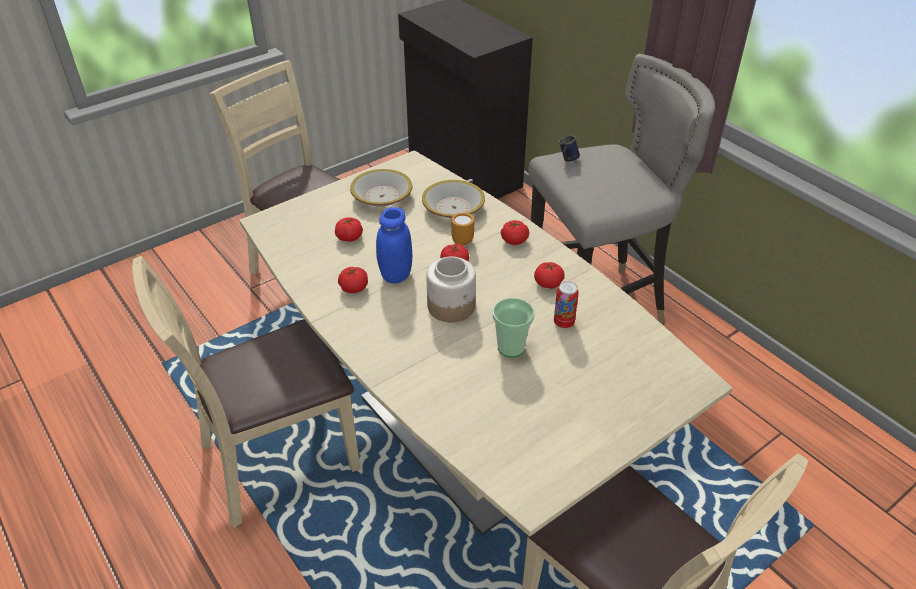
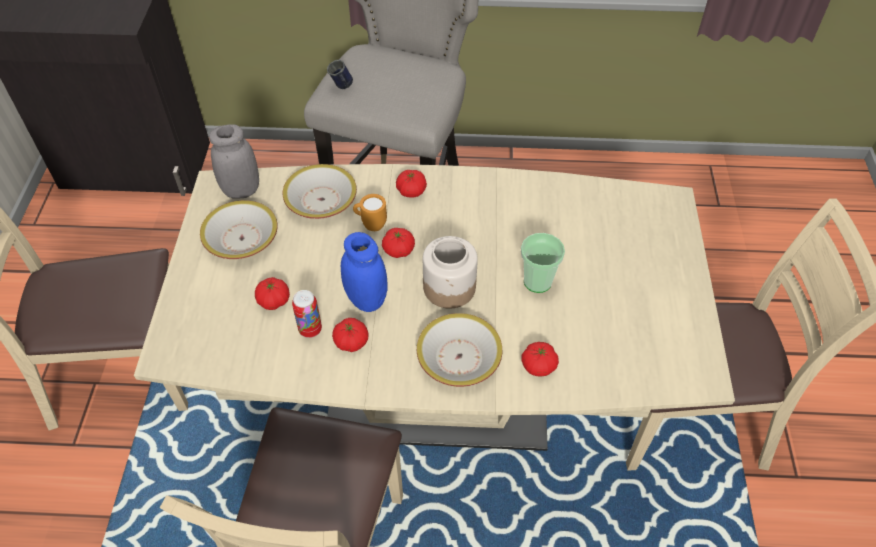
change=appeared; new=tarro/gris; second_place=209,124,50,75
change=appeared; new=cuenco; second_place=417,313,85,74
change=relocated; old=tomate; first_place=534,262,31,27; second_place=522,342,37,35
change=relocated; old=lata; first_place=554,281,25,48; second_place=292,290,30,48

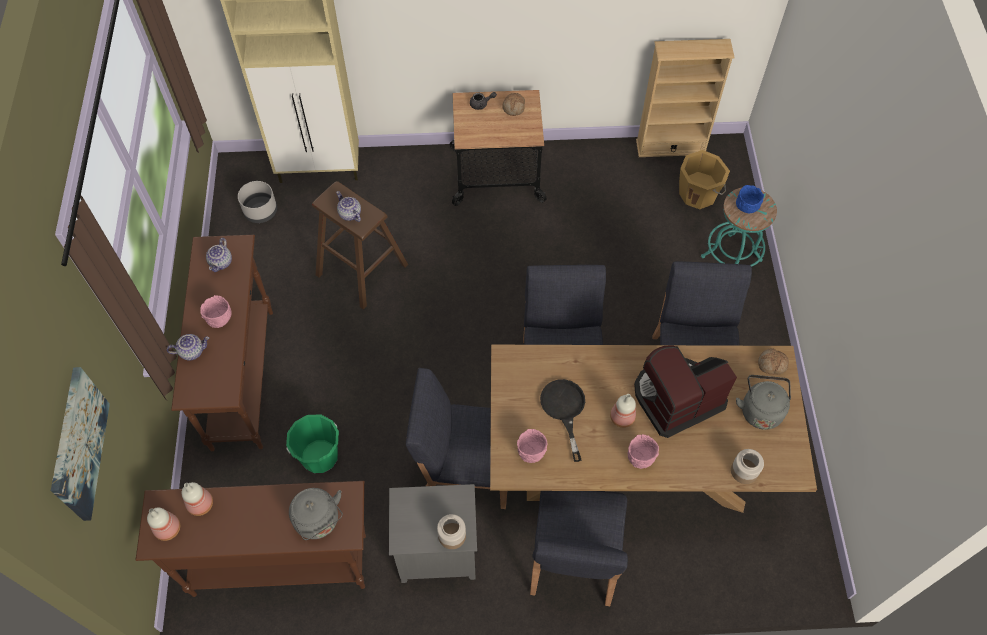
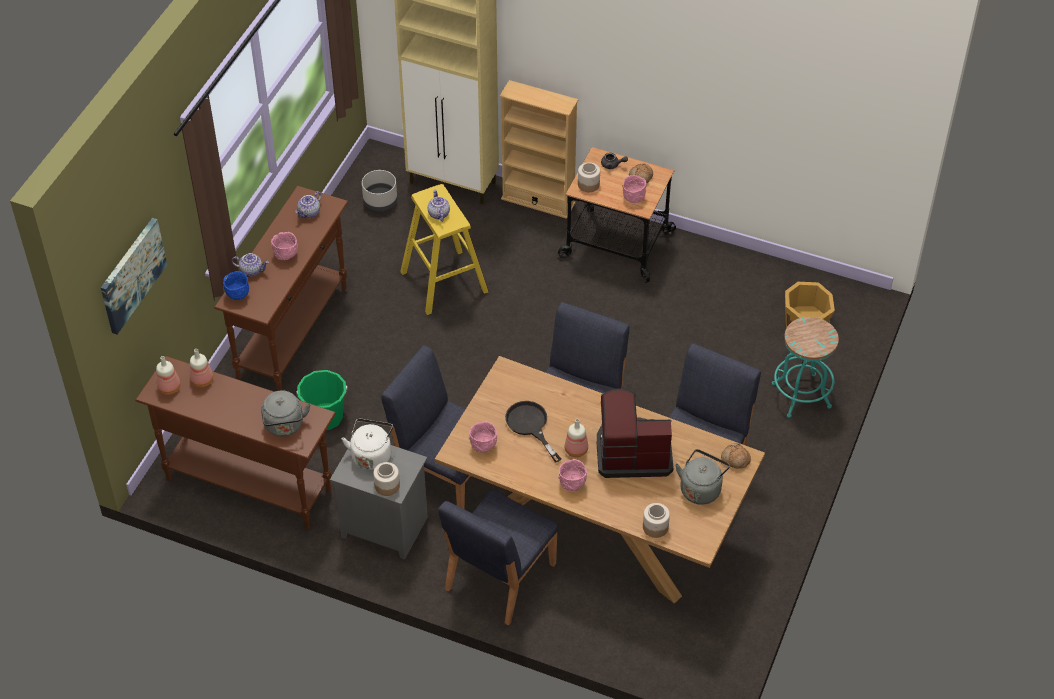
change=appeared; new=hervidor/blanco; second_place=342,419,51,51
change=appeared; new=tarro; second_place=578,162,22,30
change=appeared; new=cuenco/rosa; second_place=623,175,24,28
change=relocated; old=estantería/beis; first_place=636,39,99,118; second_place=500,80,78,139
change=relocated; old=cuenco/azul; first_place=736,185,28,28; second_place=223,271,26,29
change=colour; old=taburete/marrón; new=taburete/amarillo; first_place=312,181,96,129; second_place=400,184,88,131
change=spun; old=sartén/negro; first_place=540,379,45,83; second_place=505,401,56,62; degrees=-45

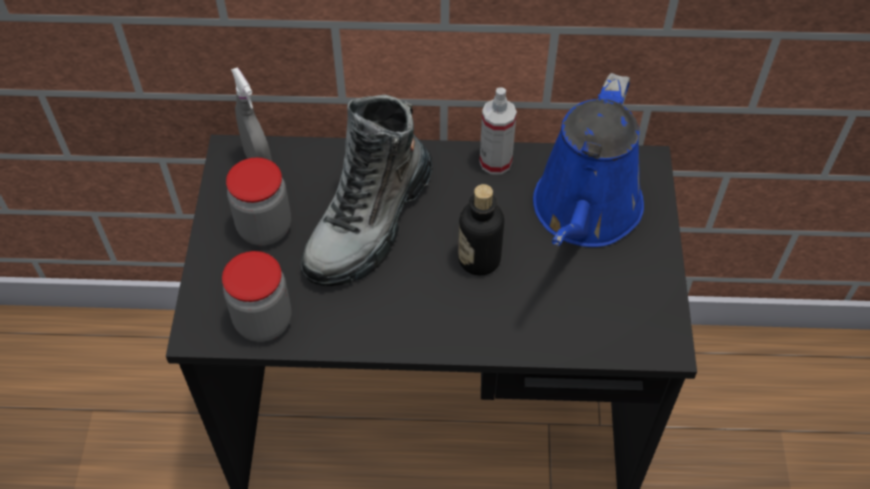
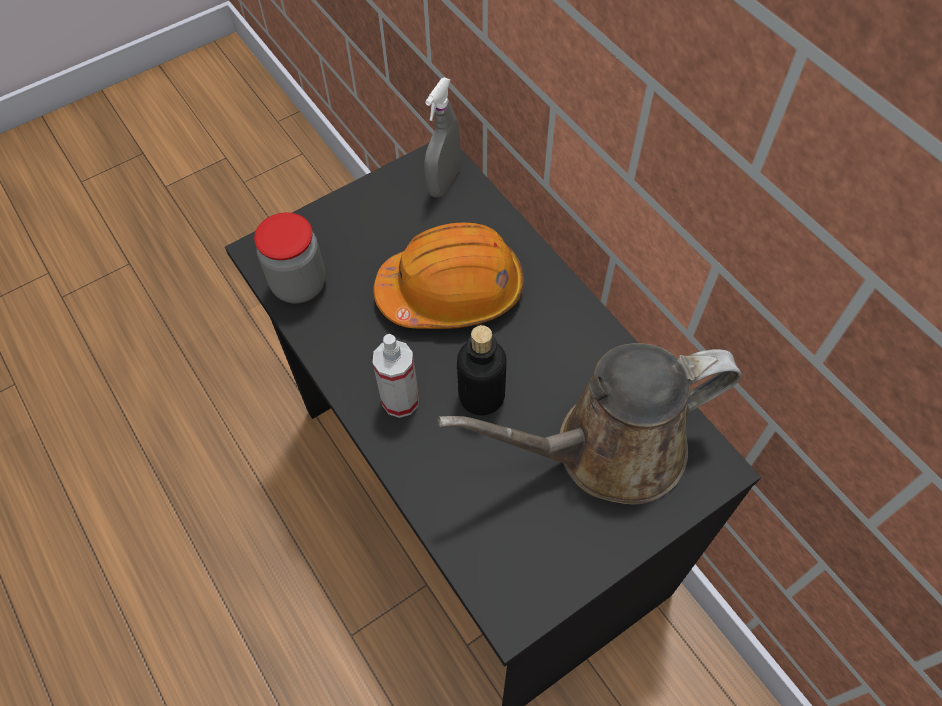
change=missing; old=tarro; first_place=226,157,65,89
change=relocated; old=pulverizador; first_place=479,87,38,88; second_place=373,334,46,84
change=exchanged; old=bota; new=casco/naranja; first_place=300,94,133,192; second_place=373,222,151,107
change=colour; old=regadera/azul; new=regadera/marrón; first_place=533,73,111,174; second_place=438,343,304,161

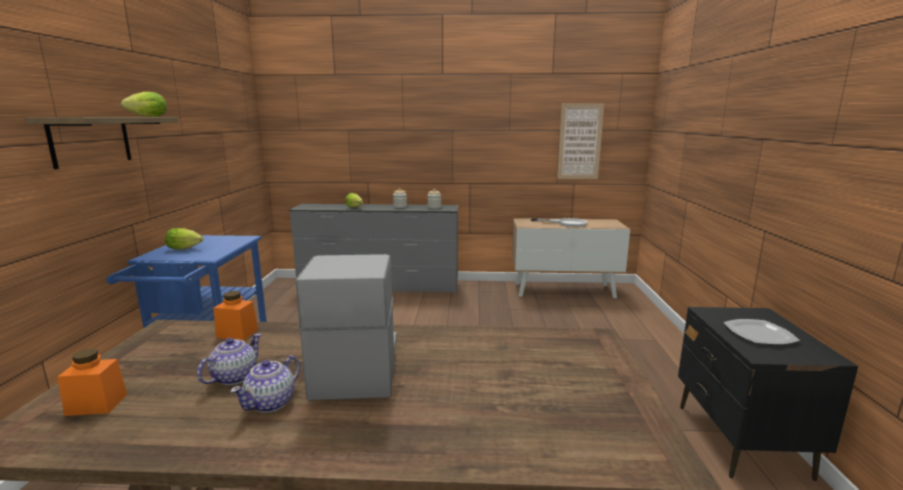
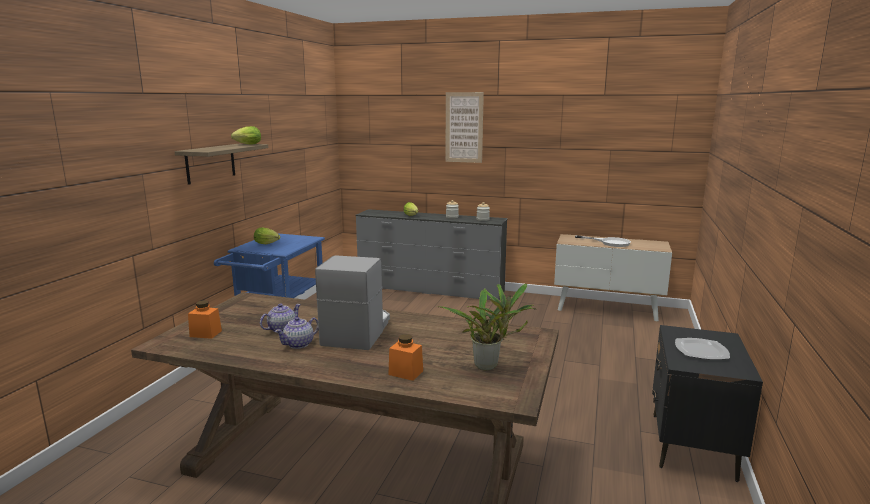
change=appeared; new=planta en maceta; second_place=437,284,99,86
change=relocated; old=tarro/naranja; first_place=213,291,45,49; second_place=389,334,34,47
change=relocated; old=cuadro; first_place=557,104,47,75; second_place=445,92,39,71

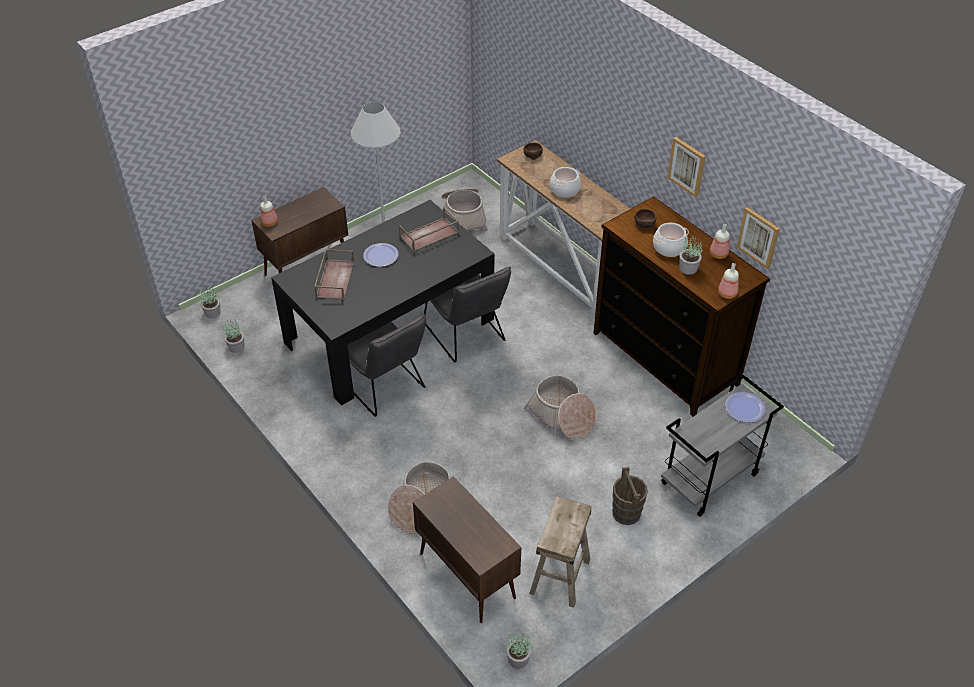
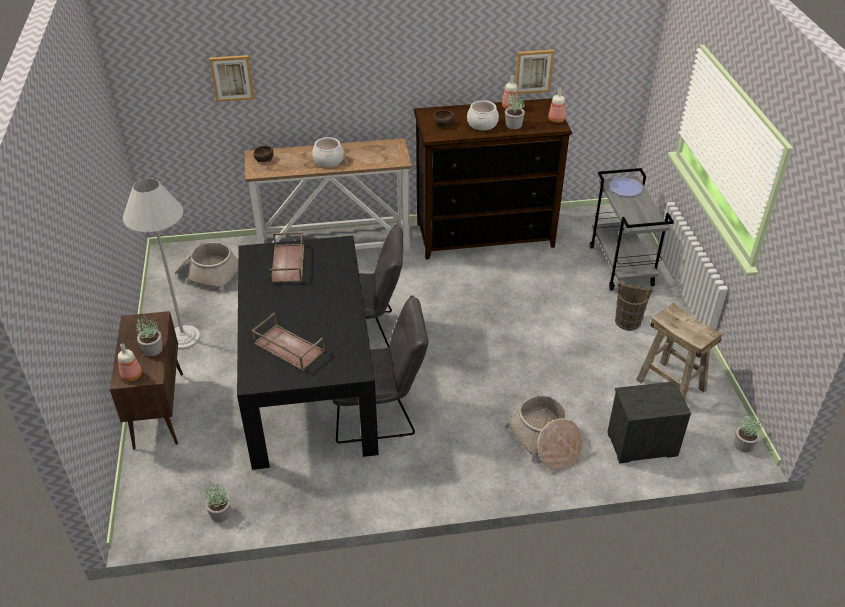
change=missing; old=plato; first_place=363,243,36,24
change=missing; old=cesta; first_place=524,375,72,65
change=relocated; old=planta en maceta; first_place=199,286,22,33; second_place=136,313,27,43
change=relocated; old=cuadro; first_place=667,137,39,60; second_place=209,55,45,47
change=exchanged; old=armario/marrón; new=mesita de noche; first_place=413,476,108,147; second_place=607,381,84,82

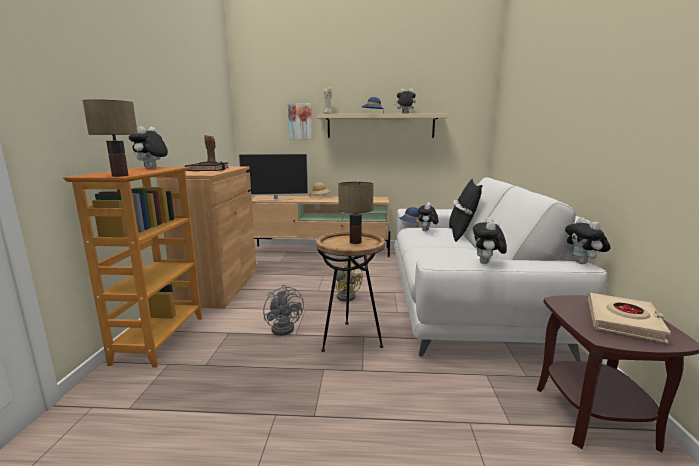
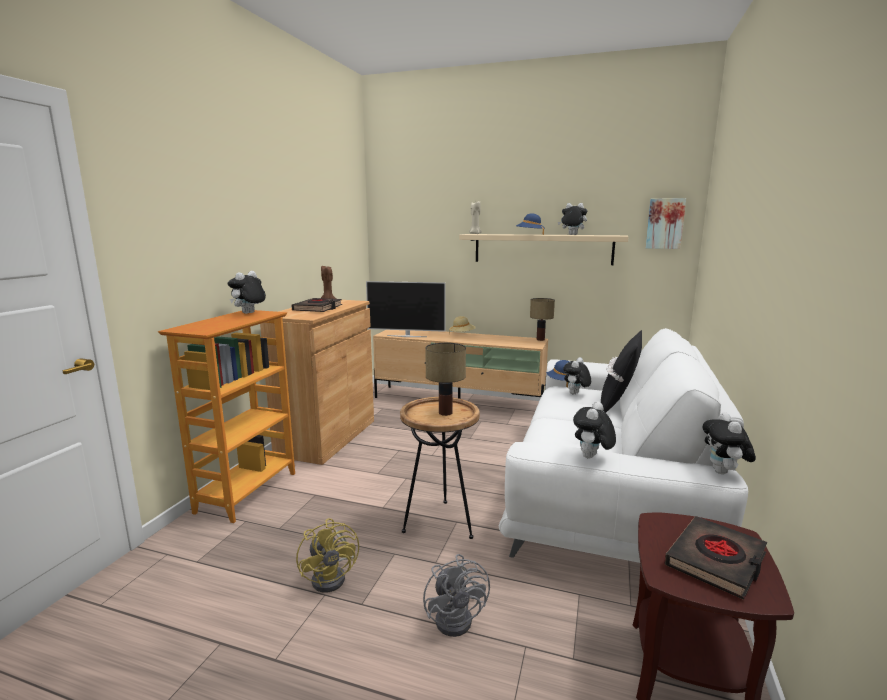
change=relocated; old=lámpara de mesa; first_place=82,99,56,78; second_place=530,298,25,43
change=relocated; old=ventilador/gris; first_place=263,285,41,51; second_place=423,554,67,83
change=relocated; old=cuadro; first_place=288,103,24,36; second_place=646,198,40,51
change=relocated; old=ventilador/amarillo; first_place=335,261,28,41; second_place=296,518,63,75
change=colour; old=libro/beis; new=libro/negro; first_place=588,293,83,50; second_place=664,516,103,84

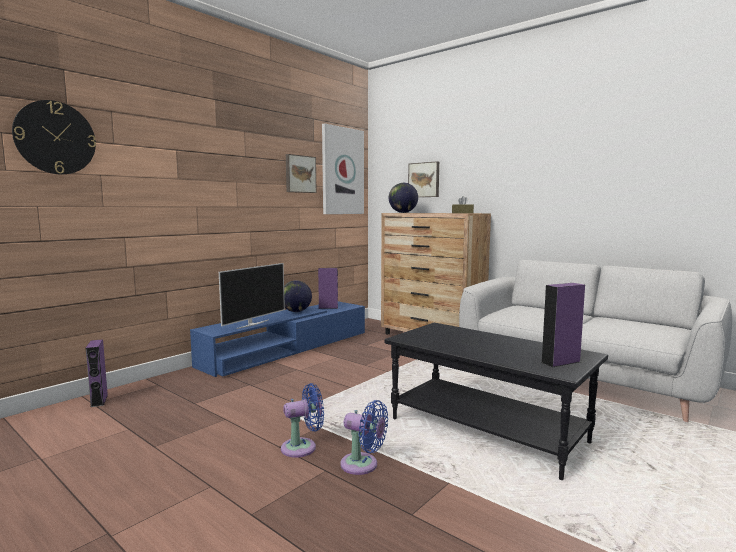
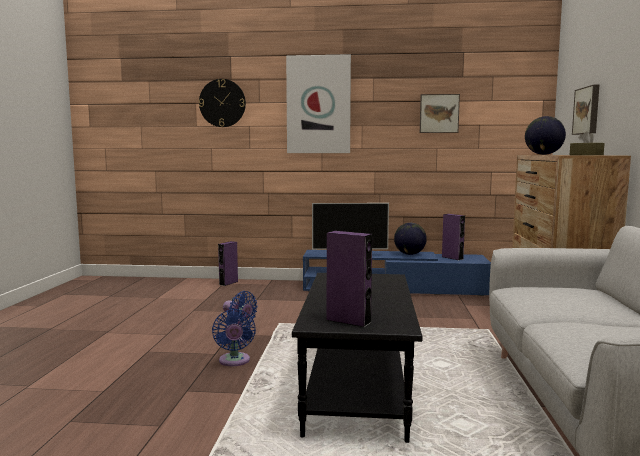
change=relocated; old=cuadro; first_place=322,123,42,91; second_place=286,54,65,99

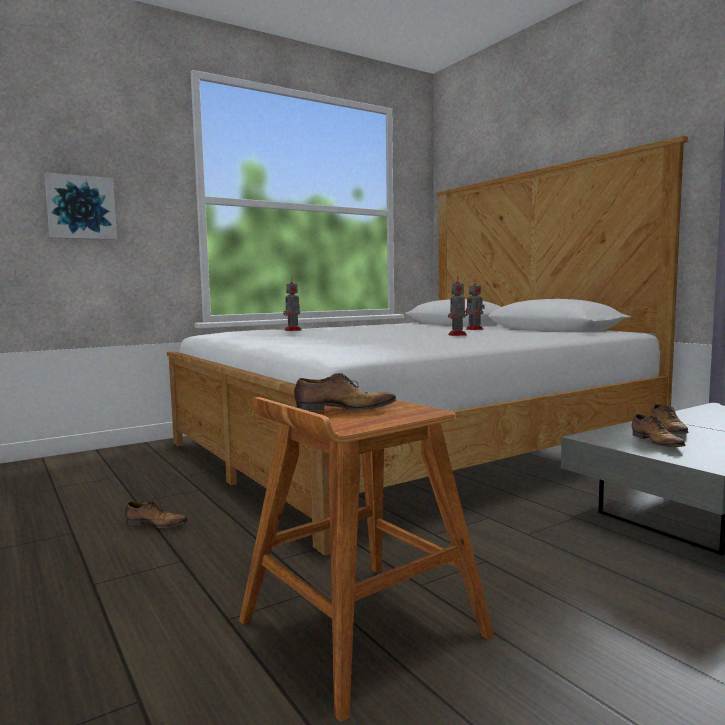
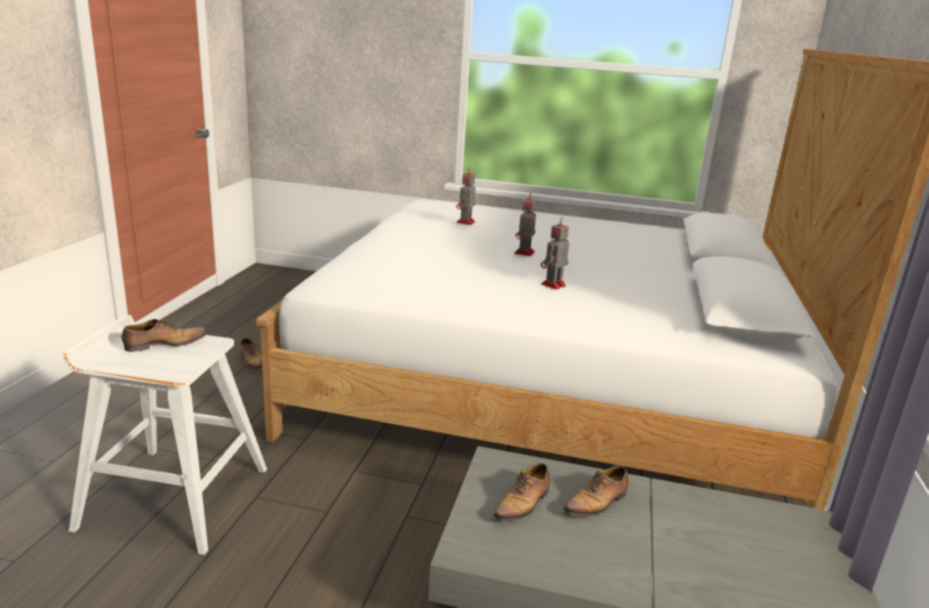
change=missing; old=cuadro; first_place=44,172,73,68
change=relocated; old=robot de juguete; first_place=465,280,20,50; second_place=515,192,21,64
change=colour; old=taburete/marrón; new=taburete/blanco; first_place=239,397,255,325; second_place=64,315,203,240
change=spun; old=zapato; first_place=294,373,103,38; second_place=121,319,86,33; degrees=-75

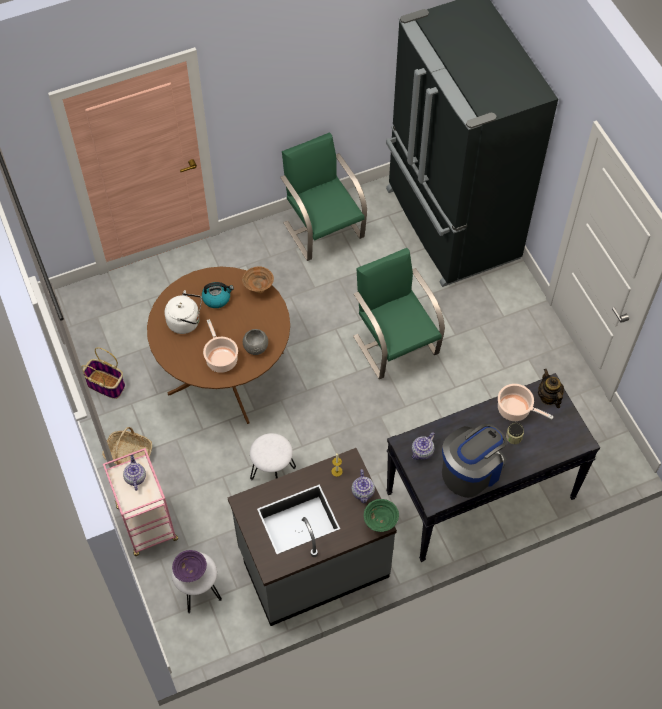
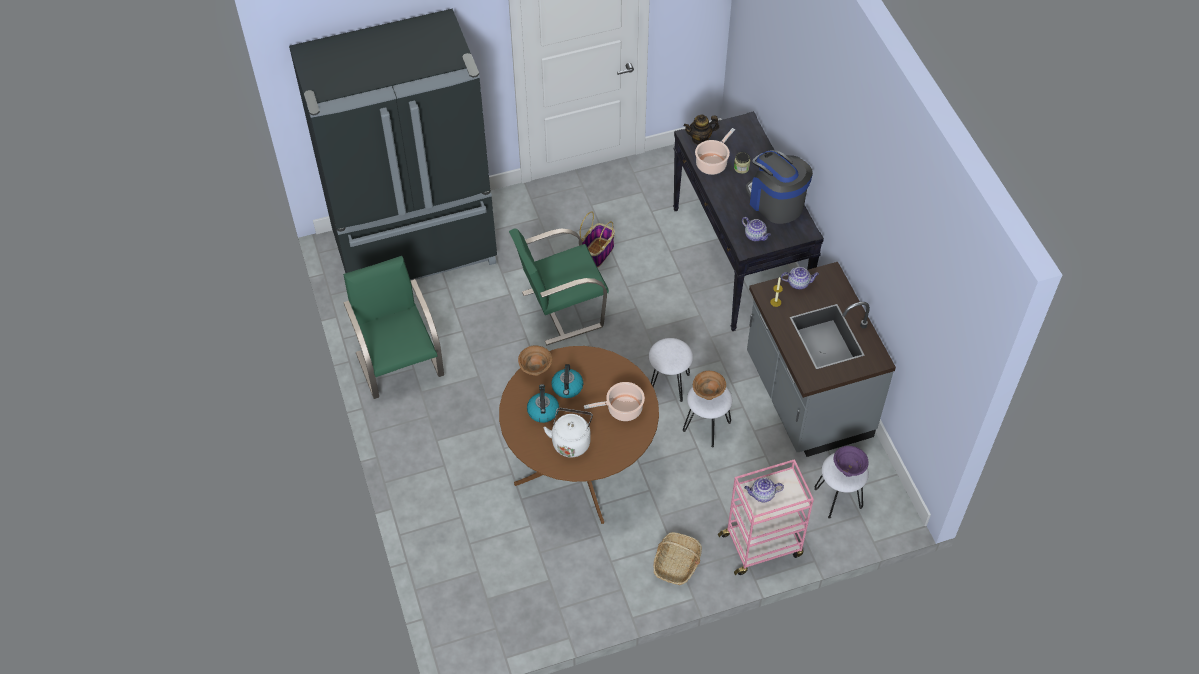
change=missing; old=cuenco/gris; first_place=243,329,25,26
change=missing; old=cuenco/verde; first_place=364,499,35,33
change=appeared; new=hervidor; second_place=551,364,32,34
change=appeared; new=taburete/blanco; second_place=649,338,44,64
change=appeared; new=cuenco/marrón; second_place=693,371,33,29
change=relocated; old=cesta; first_place=82,347,43,52; second_place=580,211,35,57
change=spun; old=silla/verde; first_place=280,132,87,129; second_place=343,256,101,143; degrees=90

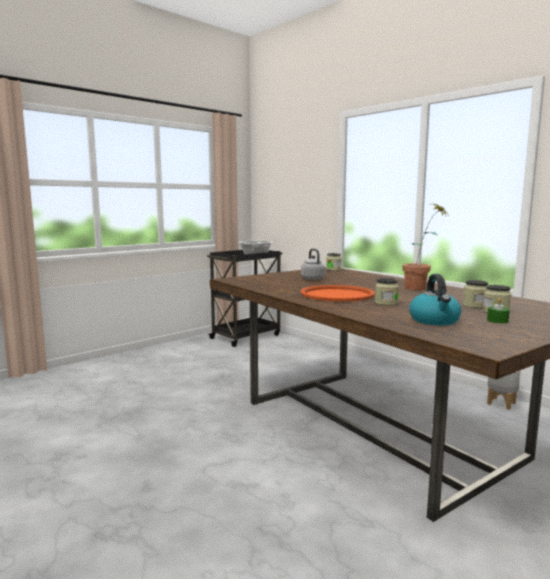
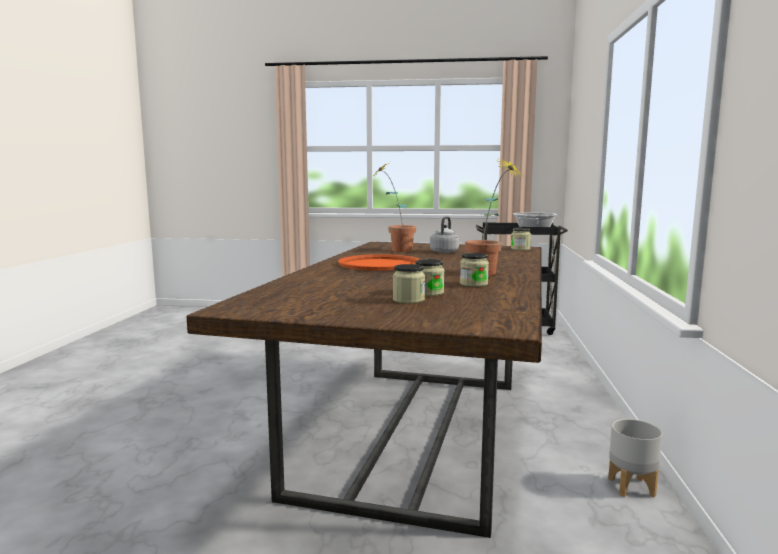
change=missing; old=hervidor; first_place=409,274,53,51
change=missing; old=vela/verde; first_place=487,298,23,26
change=appeared; new=planta en maceta; second_place=375,164,41,88
change=relocated; old=tarro; first_place=375,278,24,28; second_place=460,253,29,34

